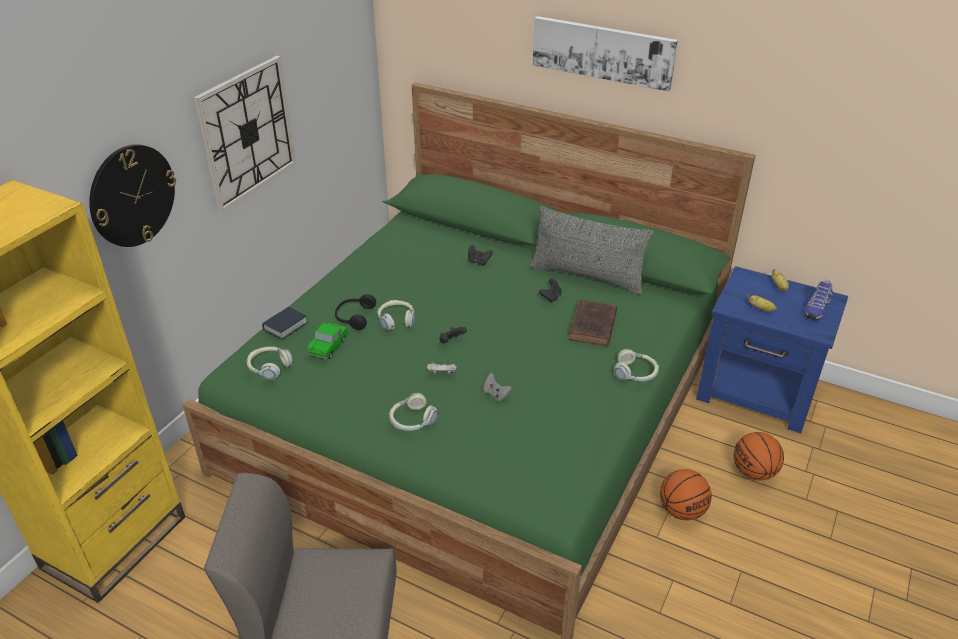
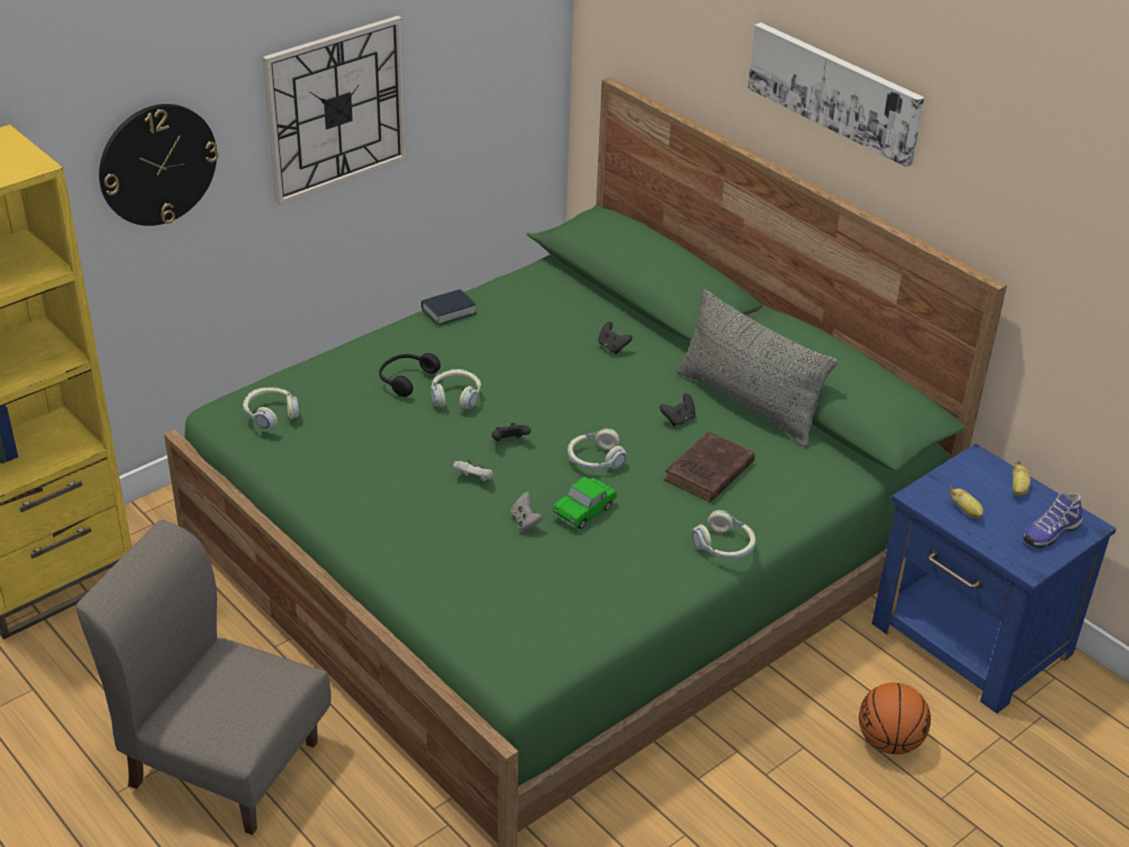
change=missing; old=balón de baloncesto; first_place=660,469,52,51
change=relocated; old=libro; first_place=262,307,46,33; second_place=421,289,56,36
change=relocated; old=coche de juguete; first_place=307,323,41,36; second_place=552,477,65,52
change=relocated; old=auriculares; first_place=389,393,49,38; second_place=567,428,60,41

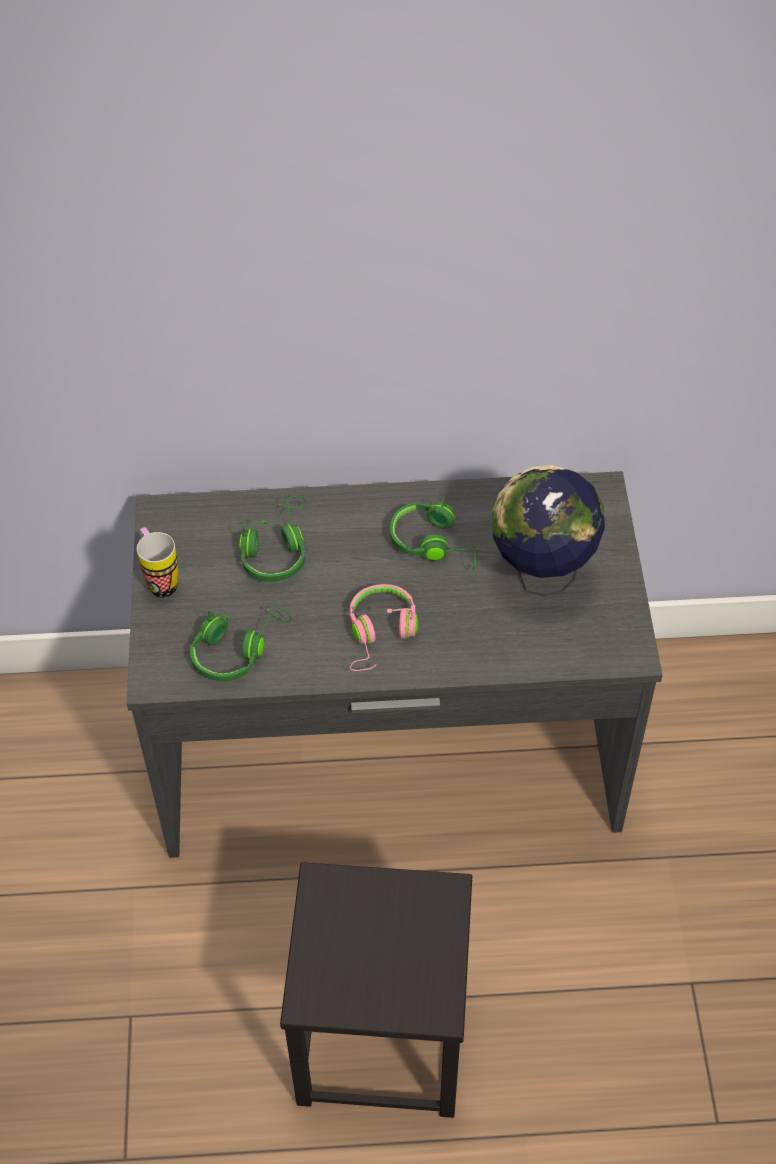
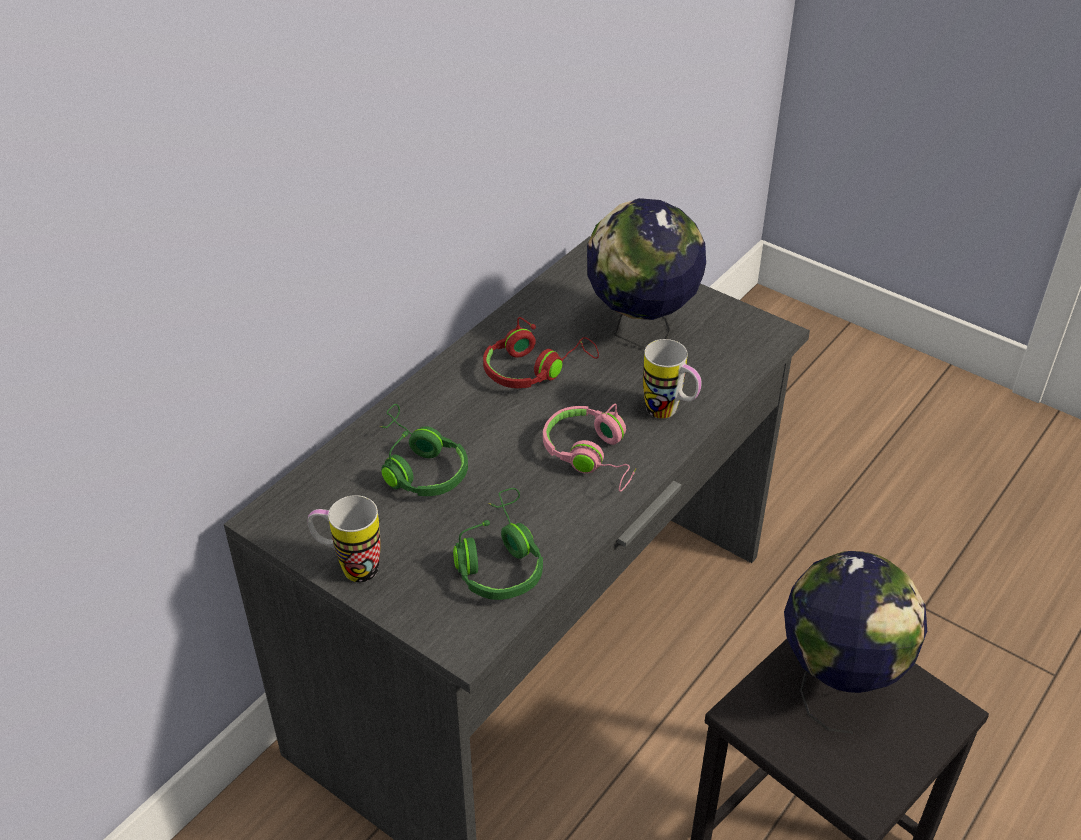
change=appeared; new=taza grande; second_place=643,339,59,80
change=appeared; new=globo terráqueo; second_place=784,551,143,183
change=colour; old=auriculares/verde; new=auriculares/rojo; first_place=390,497,89,72; second_place=483,317,116,71

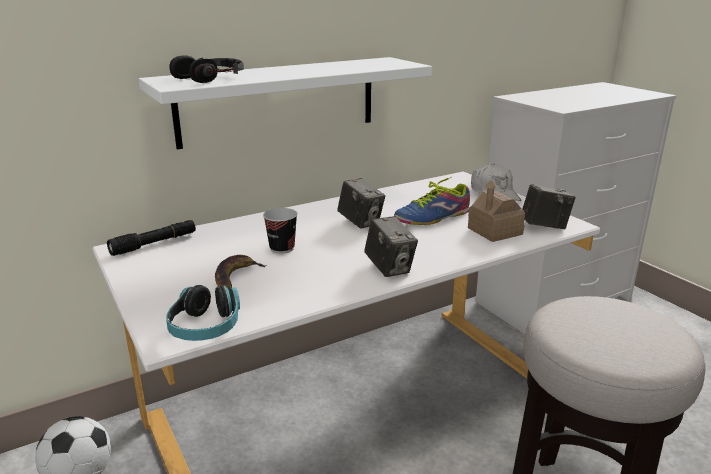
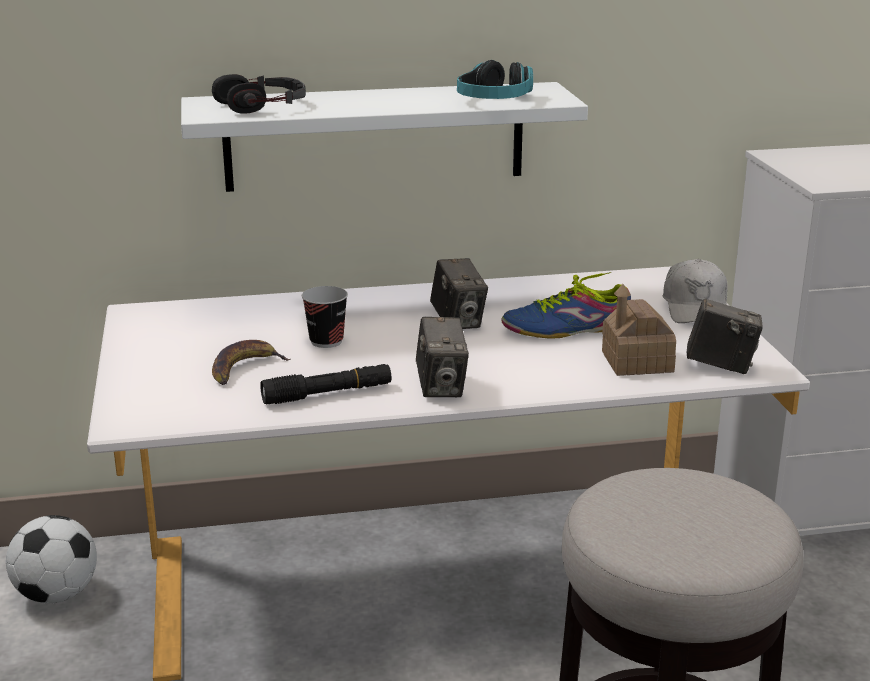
change=relocated; old=linterna/negro; first_place=107,220,89,36; second_place=260,364,131,40
change=relocated; old=auriculares; first_place=166,285,74,56; second_place=457,60,76,39

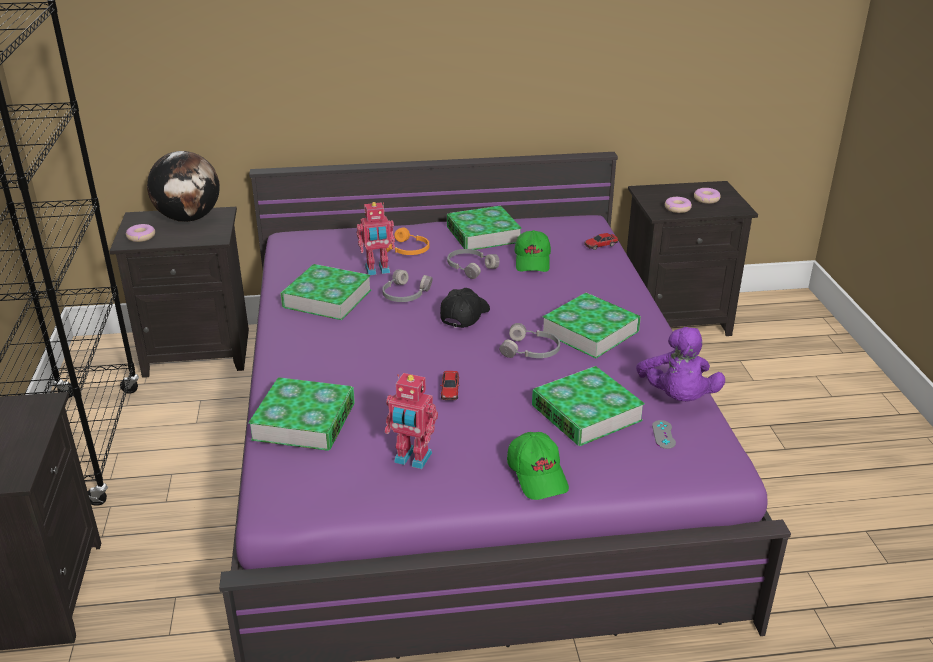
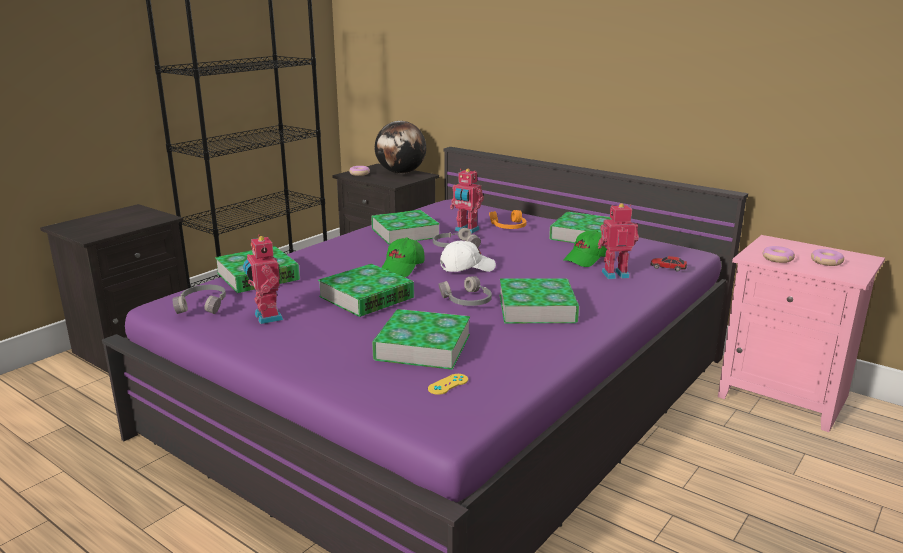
change=missing; old=peluche/morado; first_place=636,327,89,75
change=appeared; new=robot de juguete; second_place=598,203,41,76
change=relocated; old=auriculares/gris; first_place=447,249,53,30; second_place=173,285,53,29
change=relocated; old=gorra/verde; first_place=507,432,62,68; second_place=381,238,44,39
change=exchanged; old=coche de juguete; new=libro; first_place=440,371,20,29; second_place=318,264,96,53
change=colour; old=gorra/negro; new=gorra/blanco; first_place=440,288,50,40; second_place=440,241,56,31
change=colour; old=mesita de noche/negro; new=mesita de noche/rosa; first_place=626,181,132,155; second_place=718,235,167,197
change=colour; old=mando de consola/gris; new=mando de consola/amarillo; first_place=652,420,24,29; second_place=428,374,40,21

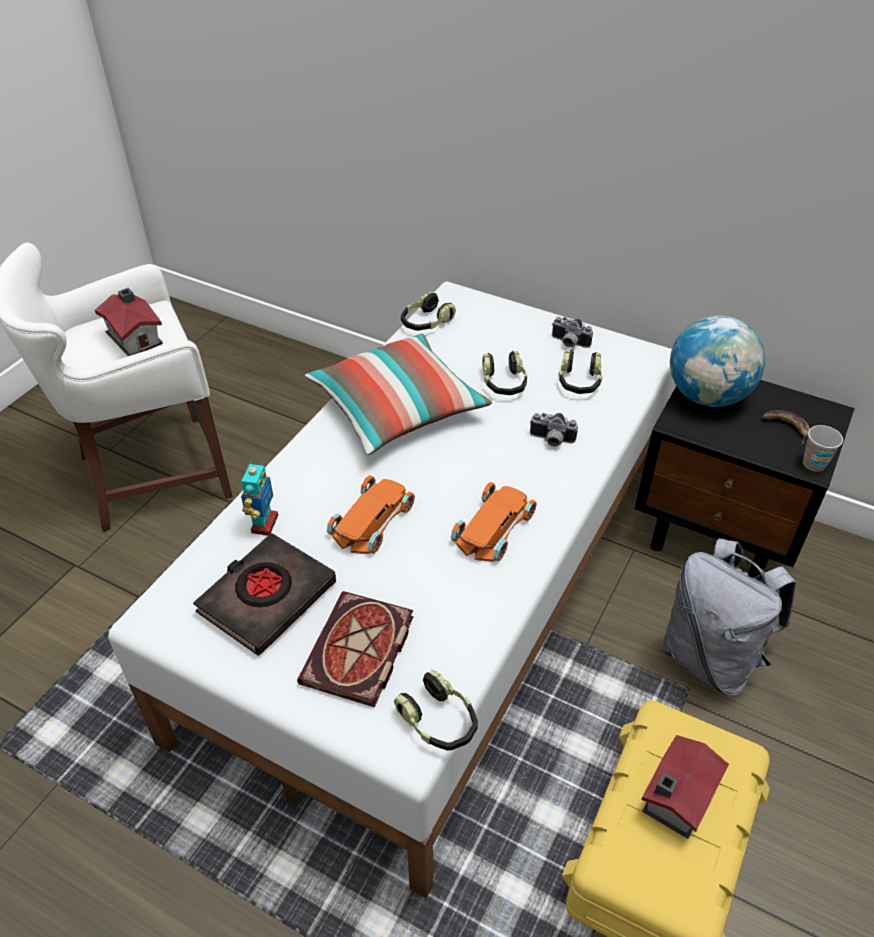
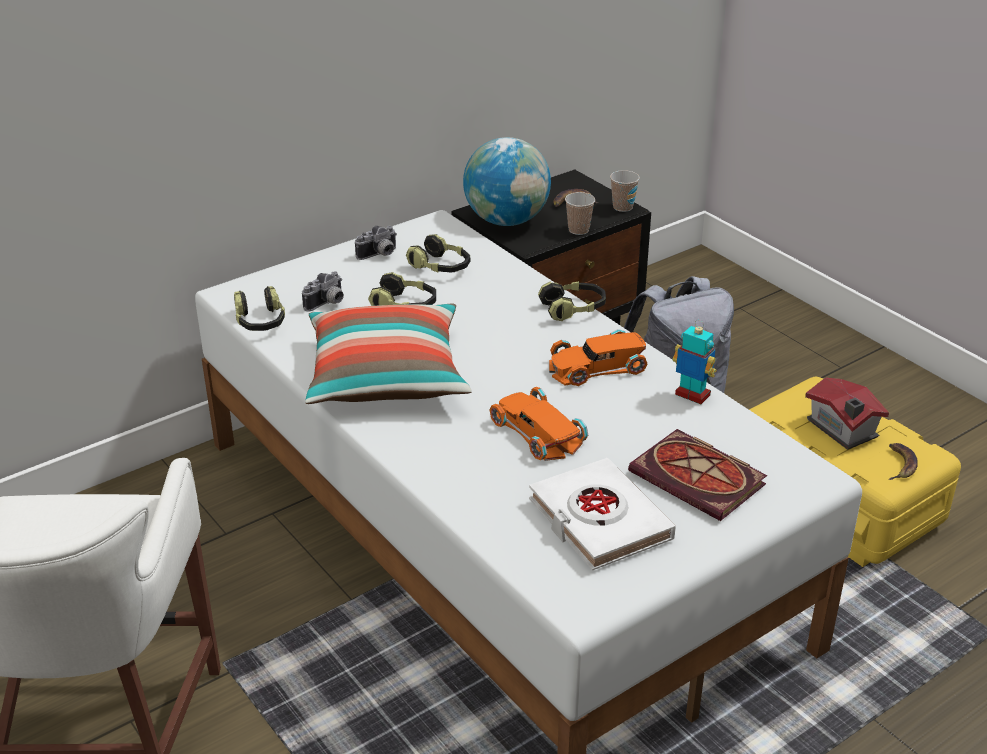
change=missing; old=casita; first_place=95,288,68,68
change=appeared; new=taza; second_place=565,192,30,43
change=appeared; new=plátano; second_place=889,443,29,37
change=relocated; old=robot de juguete; first_place=241,461,37,75; second_place=673,320,44,84
change=relocated; old=auriculares; first_place=394,670,84,80; second_place=538,281,68,40
change=relocated; old=cámara; first_place=530,413,48,34; second_place=302,271,42,40
change=colour; old=libro/negro; new=libro/blanco; first_place=193,533,143,123; second_place=529,458,147,112
change=spun; old=coche de juguete/naranja; first_place=450,482,87,80; second_place=549,329,98,57; degrees=-75

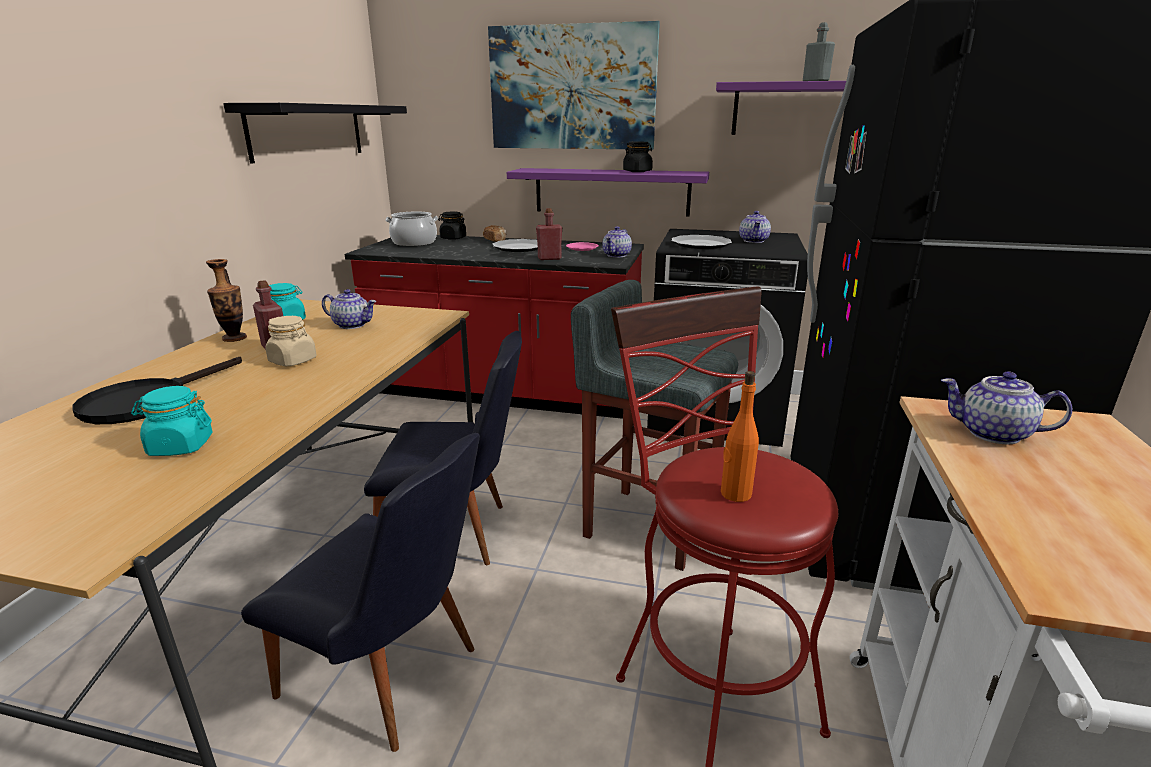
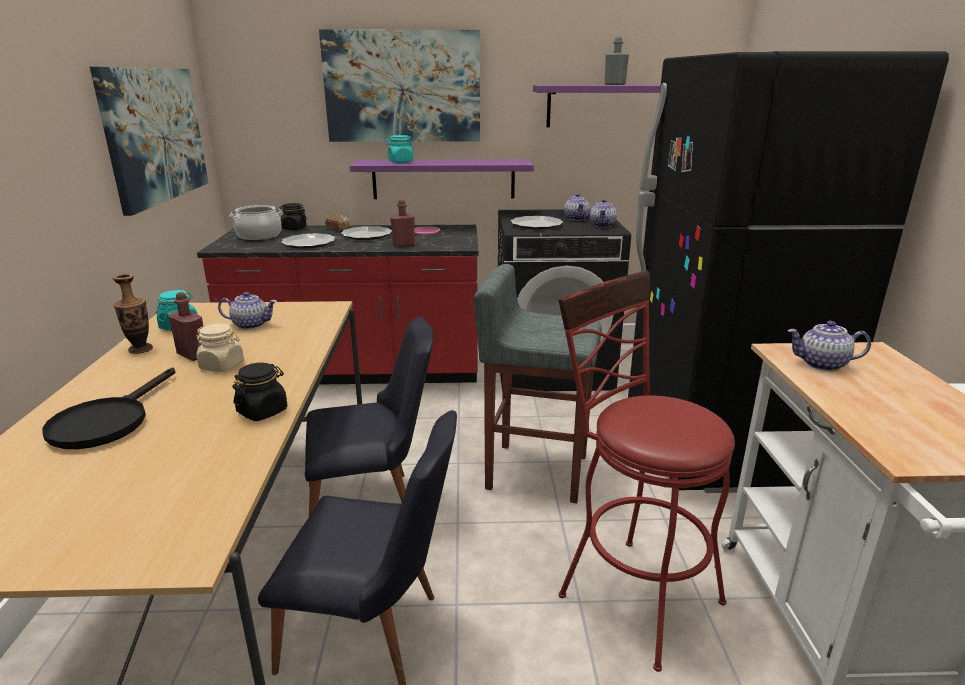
change=missing; old=botella/naranja; first_place=721,371,38,131
change=appeared; new=plato; second_place=281,233,55,16
change=relocated; old=tarro/turquesa; first_place=131,386,82,70; second_place=385,135,29,28
change=relocated; old=tetera; first_place=602,226,30,31; second_place=590,199,27,29
change=relocated; old=tarro/negro; first_place=623,142,30,30; second_place=232,363,56,58
change=exchanged; old=estante/negro; new=cuadro; first_place=223,103,184,61; second_place=90,67,118,149

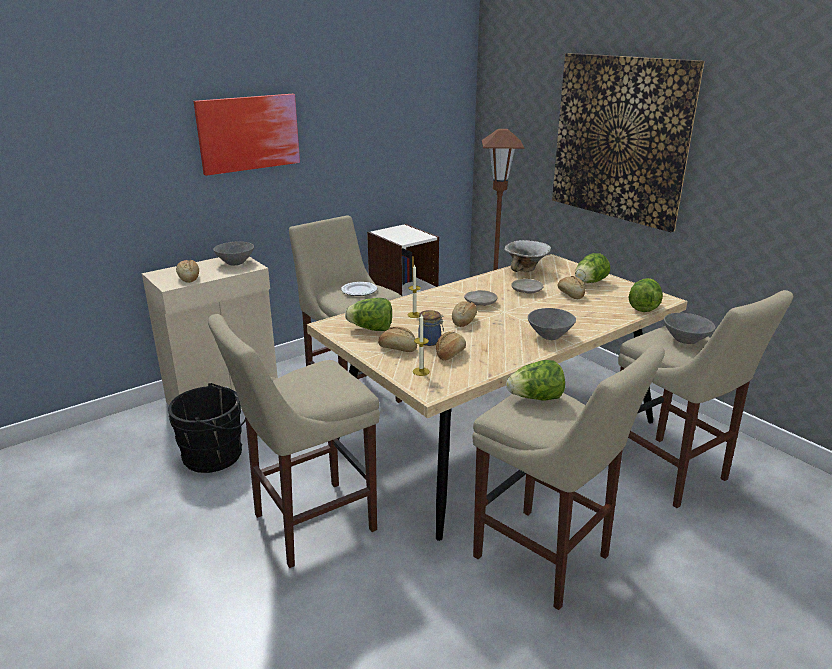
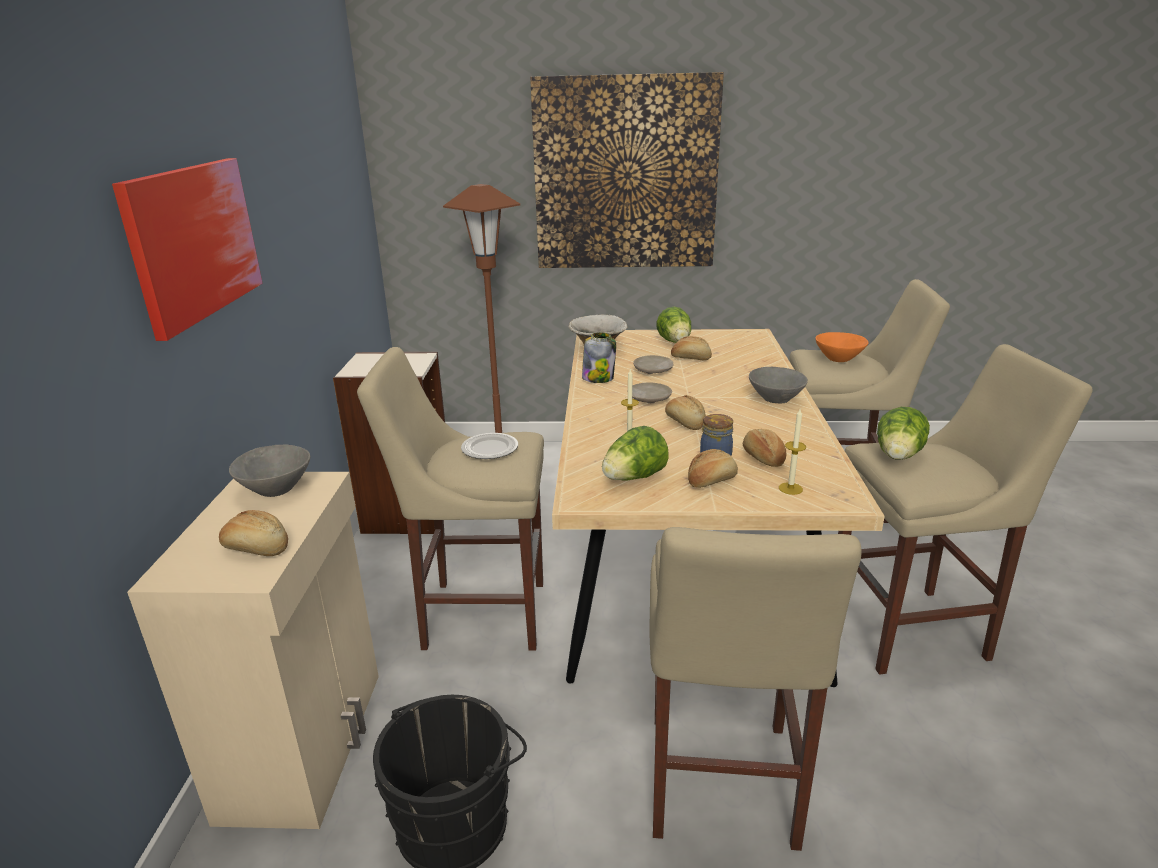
change=missing; old=lechuga; first_place=629,278,34,34
change=appeared; new=tarro; second_place=582,332,34,51
change=colour; old=cuenco/gris; new=cuenco/naranja; first_place=664,313,52,31; second_place=815,332,54,30

